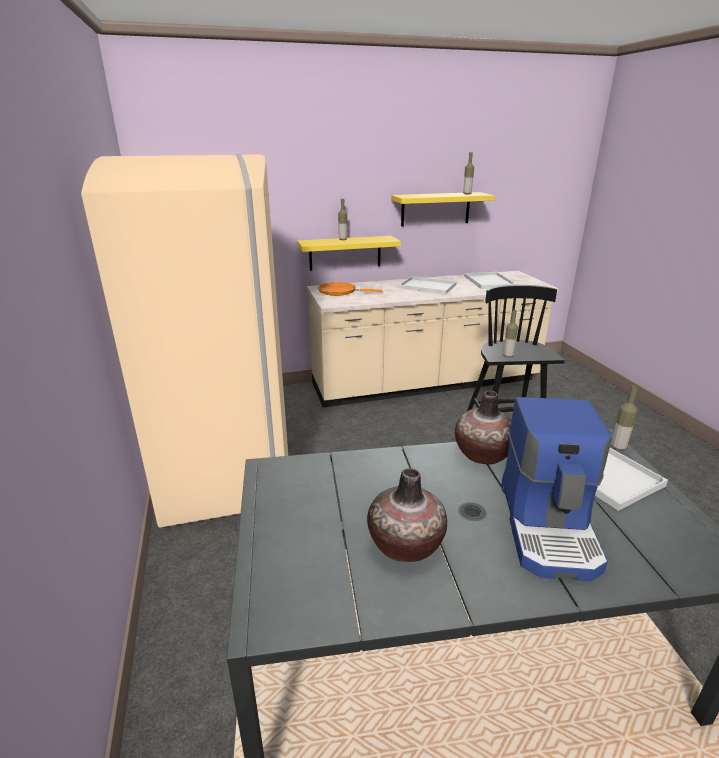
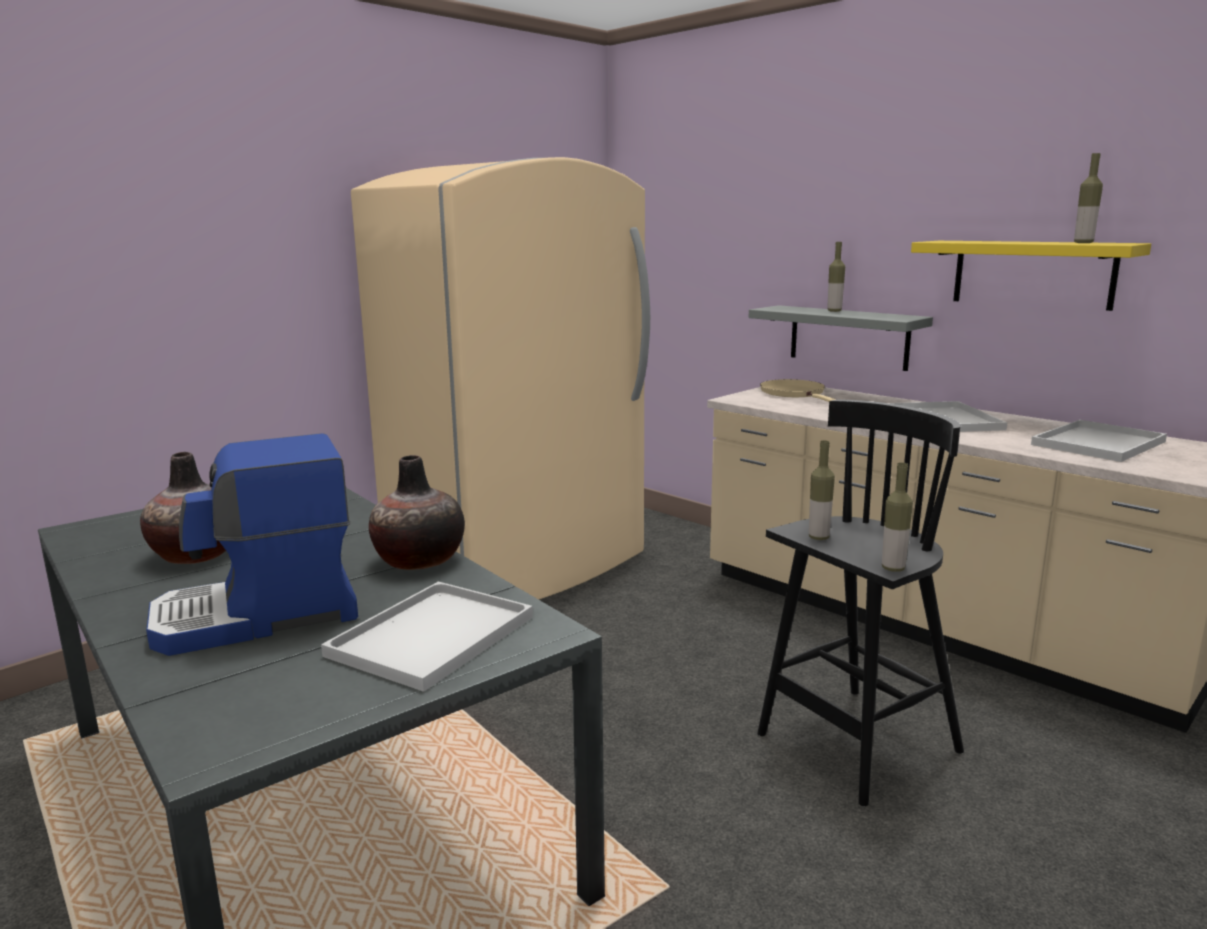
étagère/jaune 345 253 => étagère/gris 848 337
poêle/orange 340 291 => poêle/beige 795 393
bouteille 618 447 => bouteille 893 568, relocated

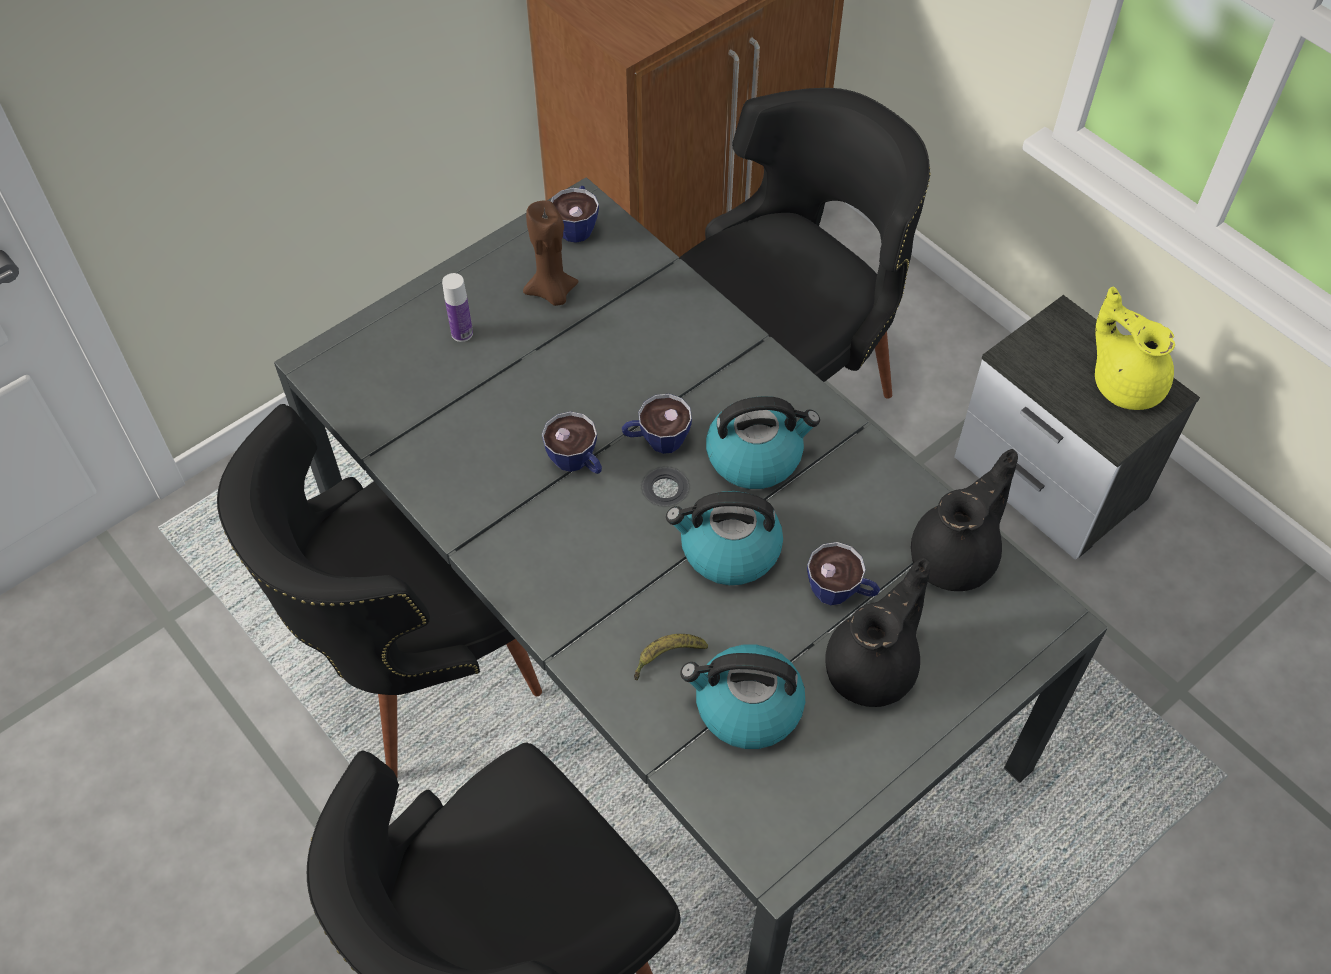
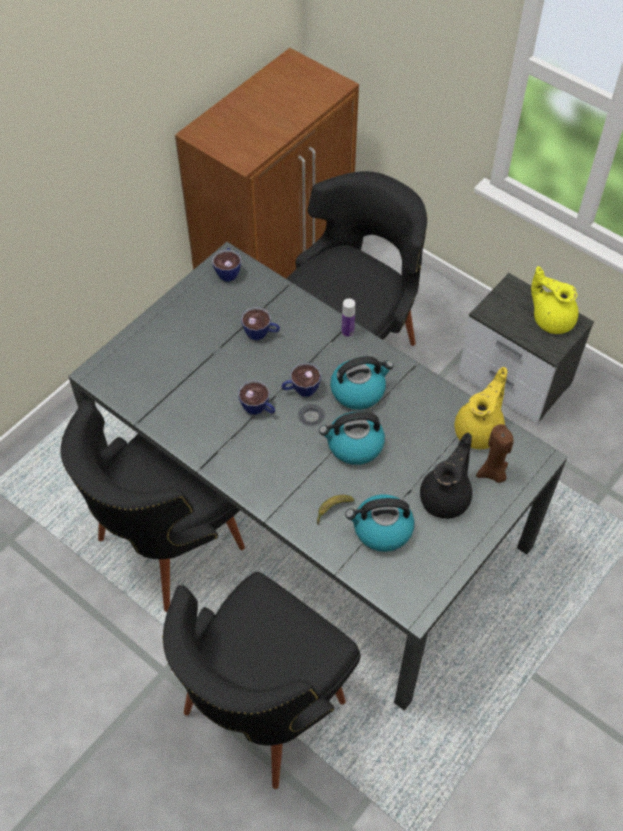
bouteille 462 333 => bouteille 347 332, relocated
bougie/marron 552 293 => bougie/marron 493 473, relocated
tasse 841 592 => tasse 261 333, relocated
théière/noir 956 556 => théière/jaune 480 430

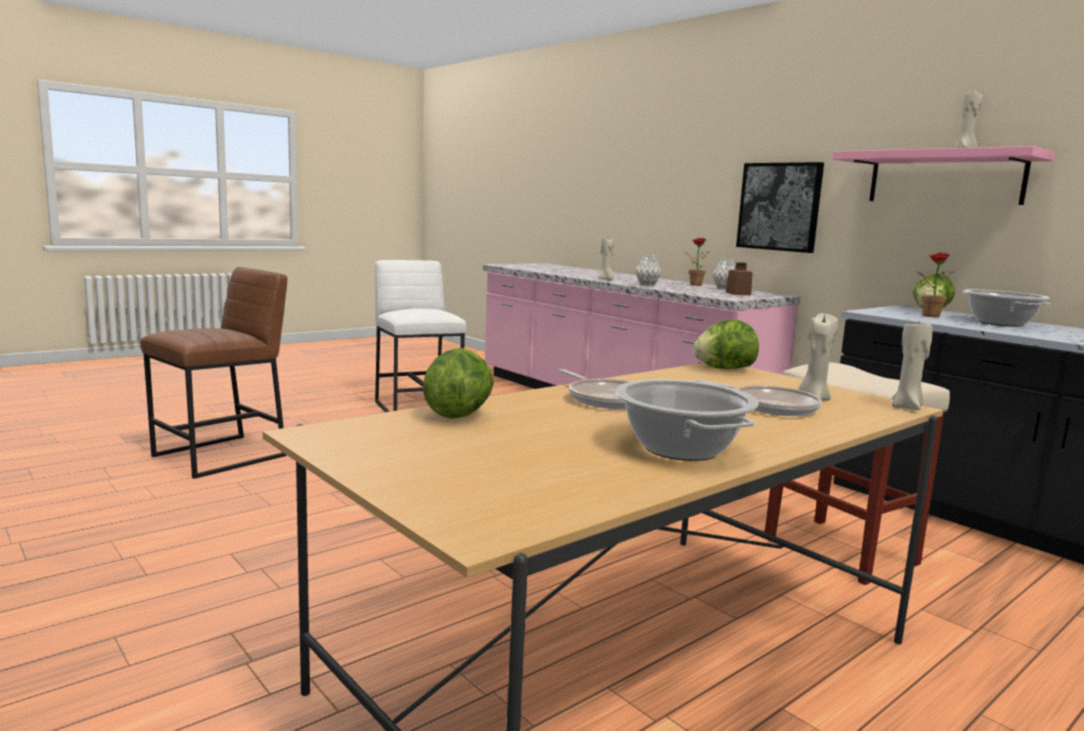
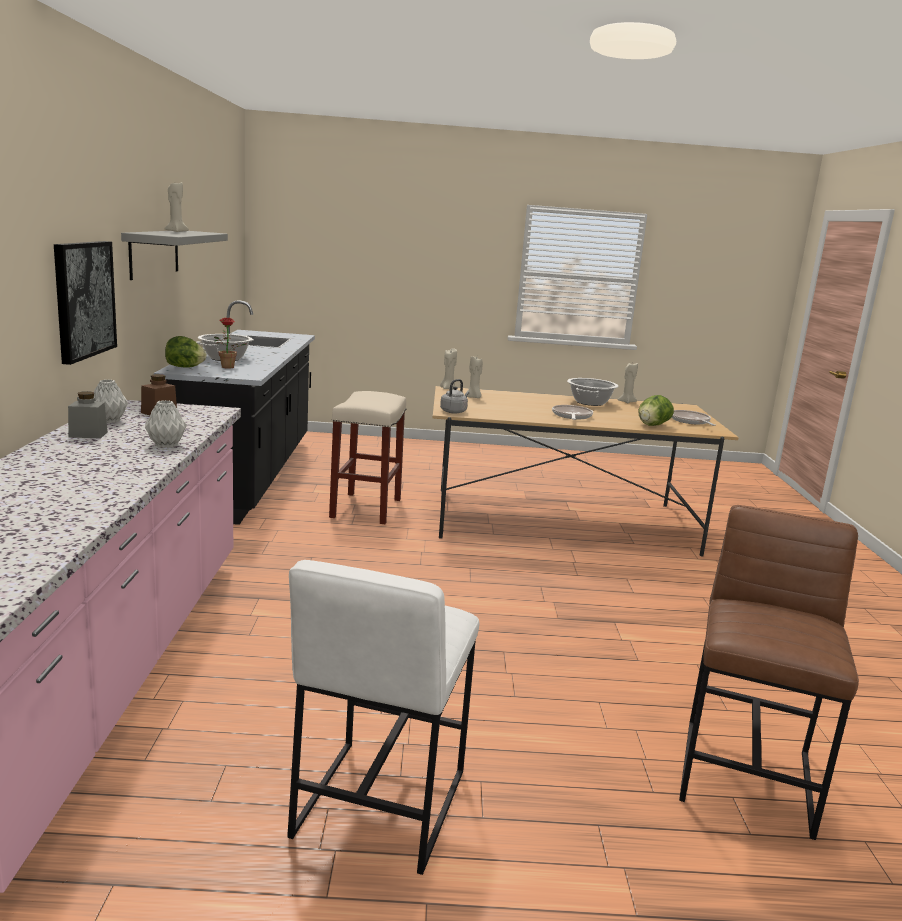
chaise/marron 222 455 => chaise/marron 746 774, 120 degrees clockwise
bougie/beige 605 279 => bougie/beige 626 402, relocated
plante en pot 693 285 => bocal/gris 88 434
laitue 724 369 => bouilloire/gris 454 411
poêle 769 406 => poêle 690 421, relocated
étagère/rose 945 178 => étagère/gris 154 253

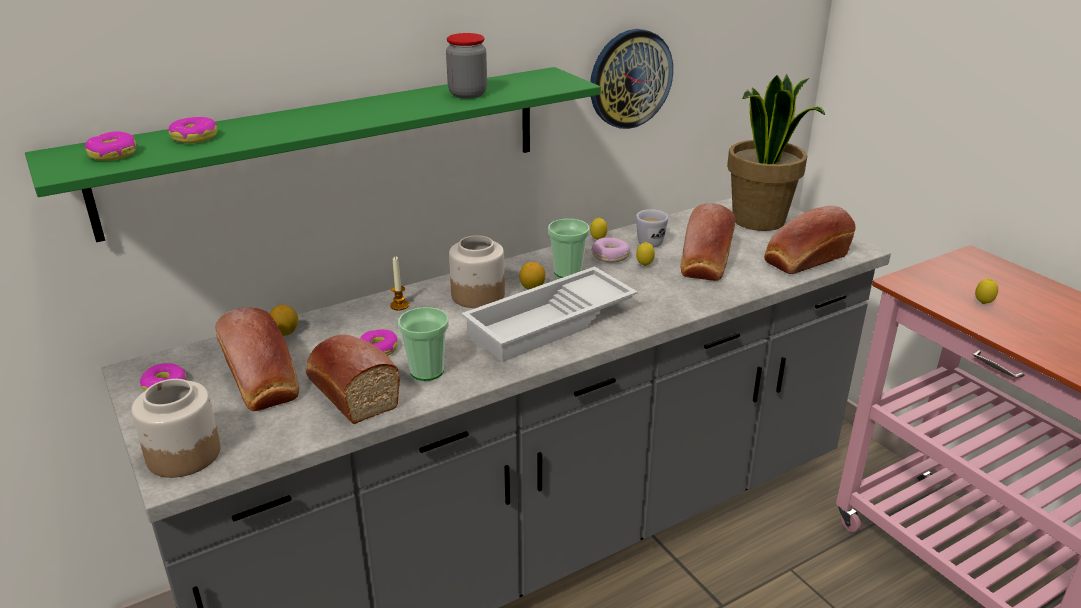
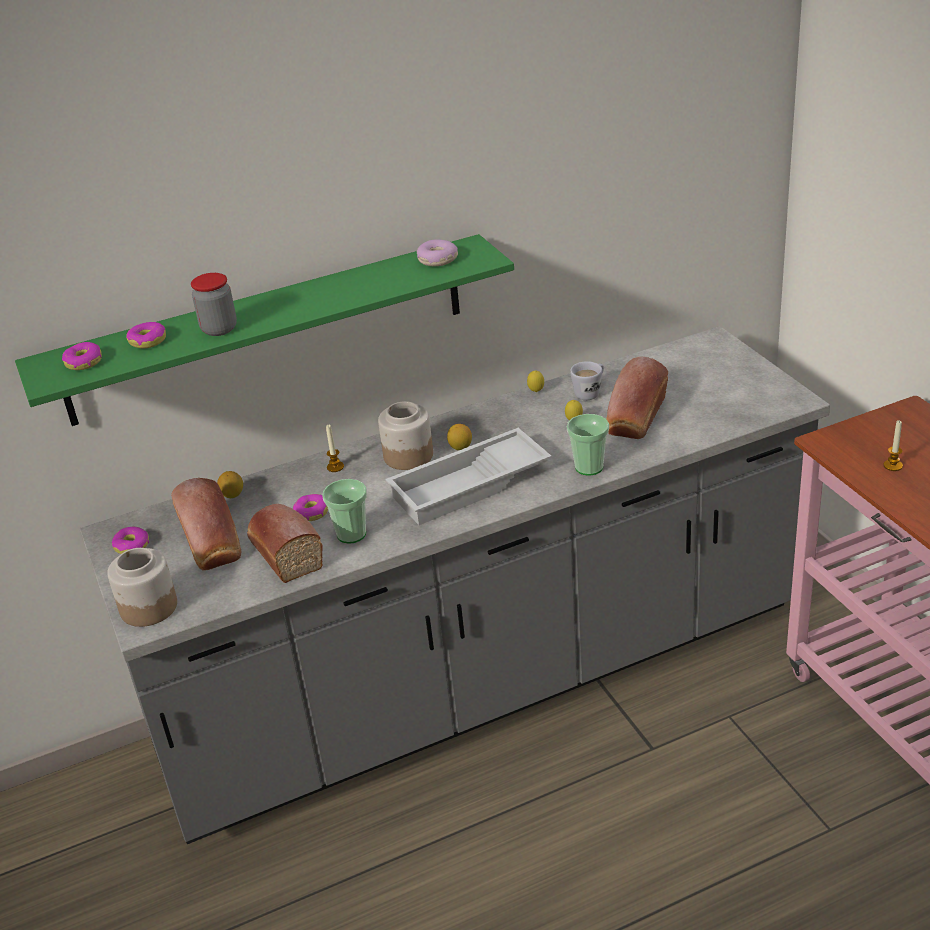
bocal 467 94 => bocal 219 329, relocated
tasse 568 272 => tasse 589 467, relocated
horloge murale 630 79 => nothing
beignet 610 256 => beignet 437 260, relocated
plante en pot 759 220 => nothing
pain 803 259 => nothing
citron 983 304 => bougie 893 466

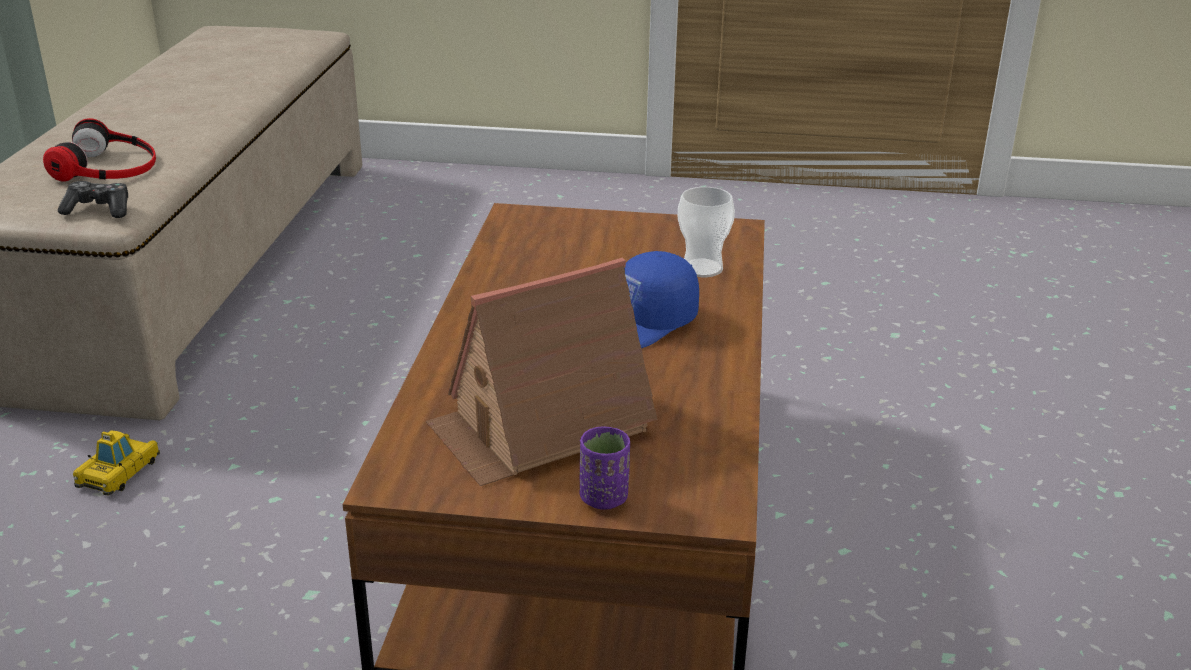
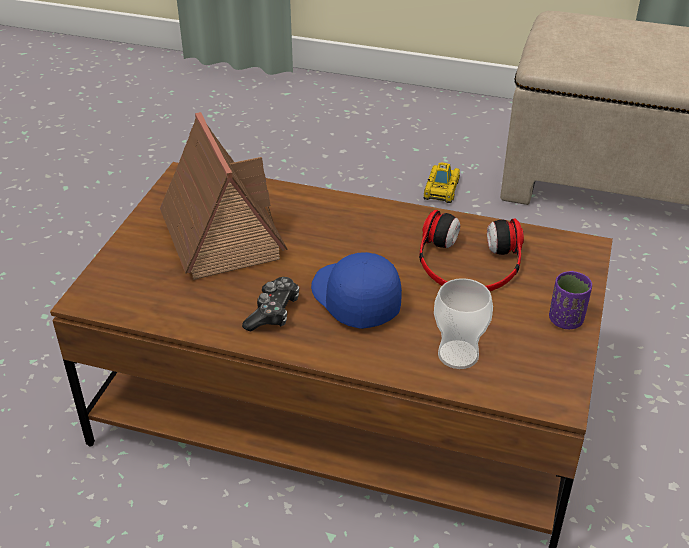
casque audio 108 166 => casque audio 469 263, relocated
manette 99 209 => manette 273 312, relocated
petite voiture 119 472 => petite voiture 441 189, 105 degrees counterclockwise
tasse/violet 604 498 => tasse/violet 565 320, relocated

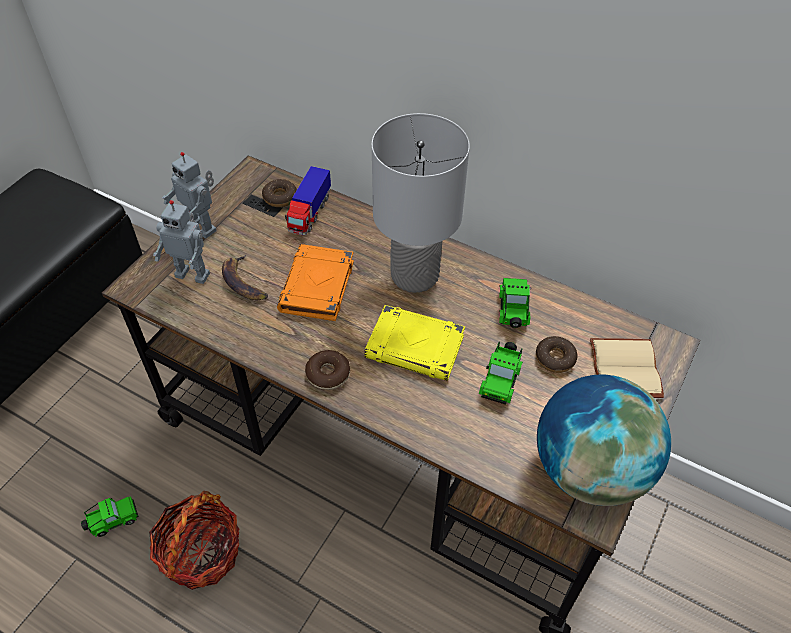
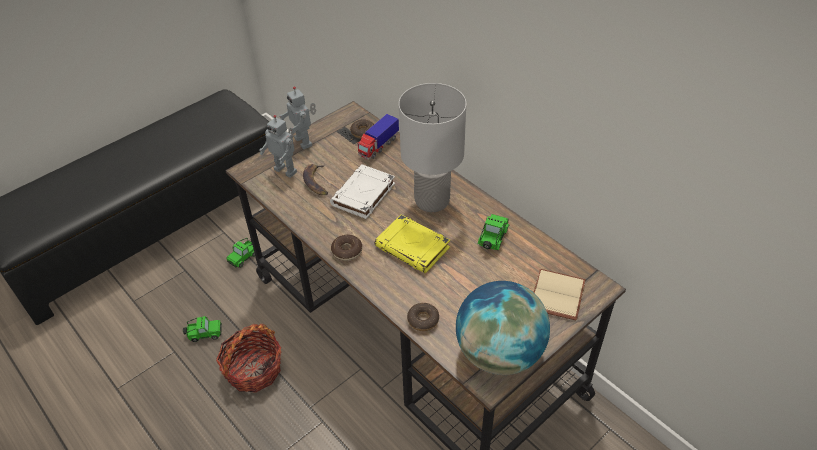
livre/orange 317 287 => livre/blanc 363 195
petite voiture 501 379 => petite voiture 244 257, relocated
beignet 555 358 => beignet 423 320, relocated

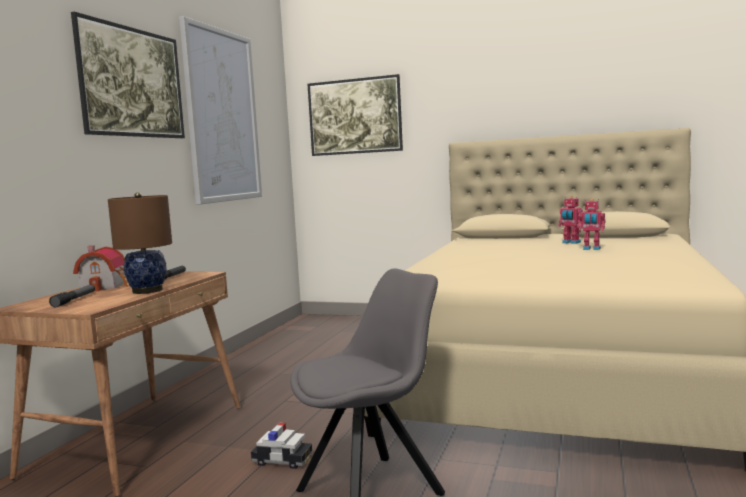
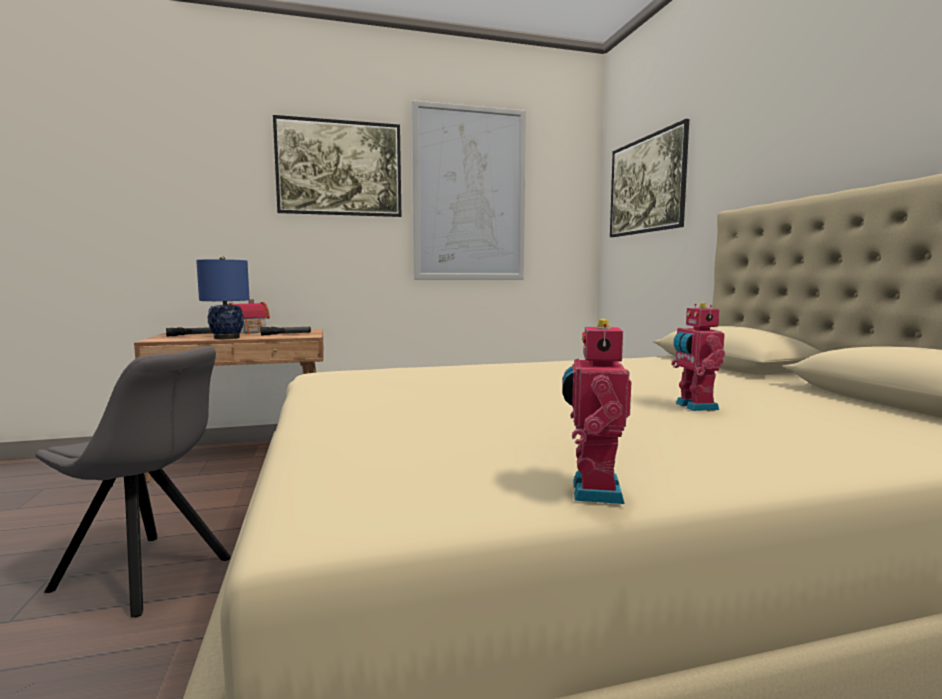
lampe de table/marron 147 291 => lampe de table/bleu 226 338
petite voiture 282 460 => nothing
robot jouet 571 242 => robot jouet 592 491, relocated

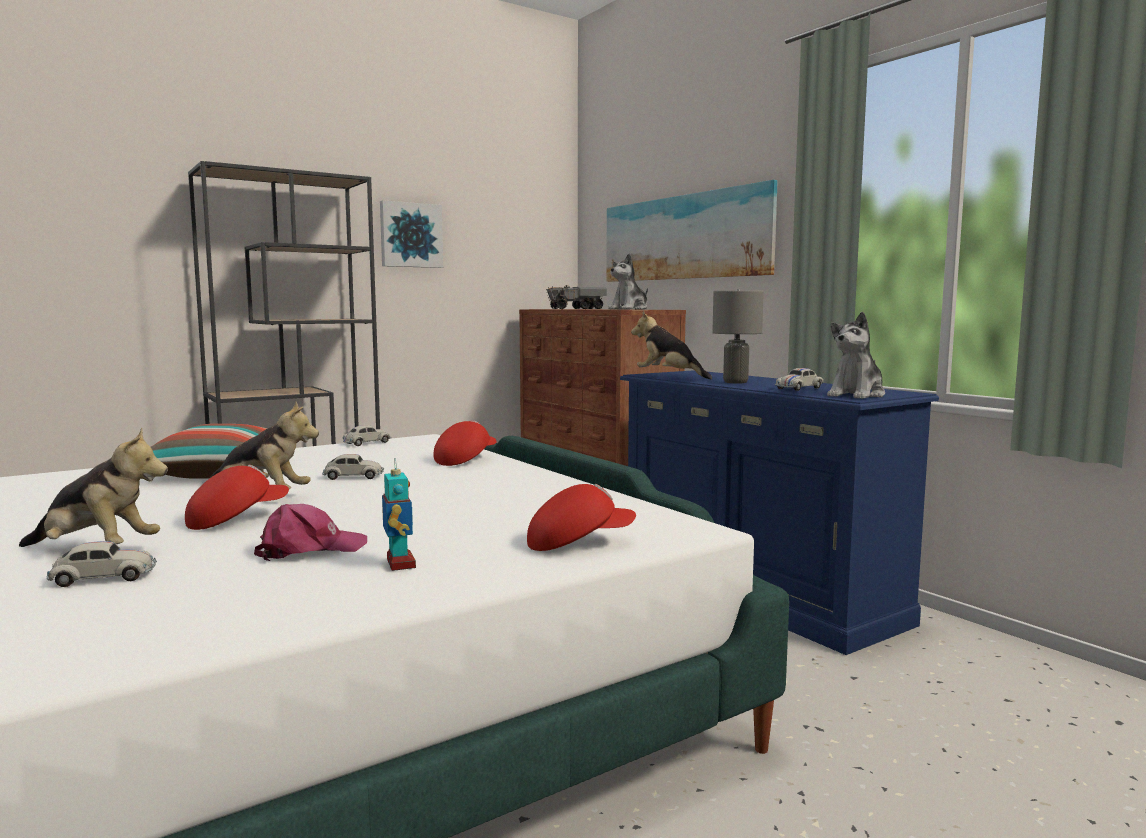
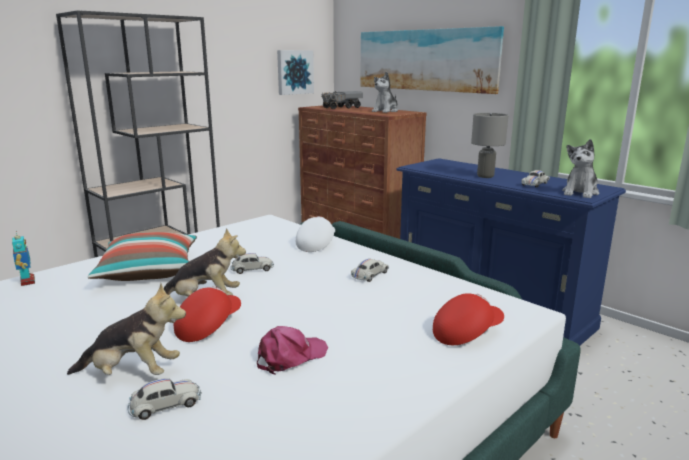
petite voiture/blanc 367 443 => petite voiture/blanc 370 275, relocated
tableau 410 235 => tableau 294 72, relocated
robot jouet 399 564 => robot jouet 27 281, relocated
casquette/rouge 465 460 => casquette/blanc 316 244
peluche 669 376 => nothing

